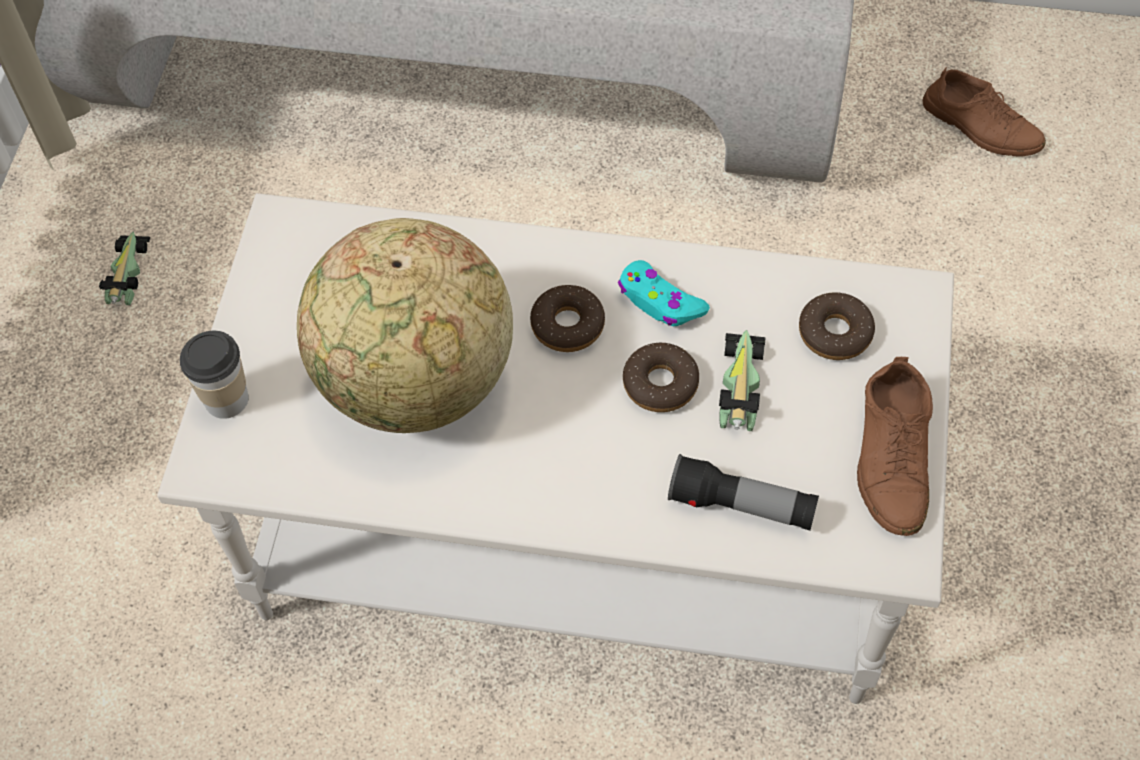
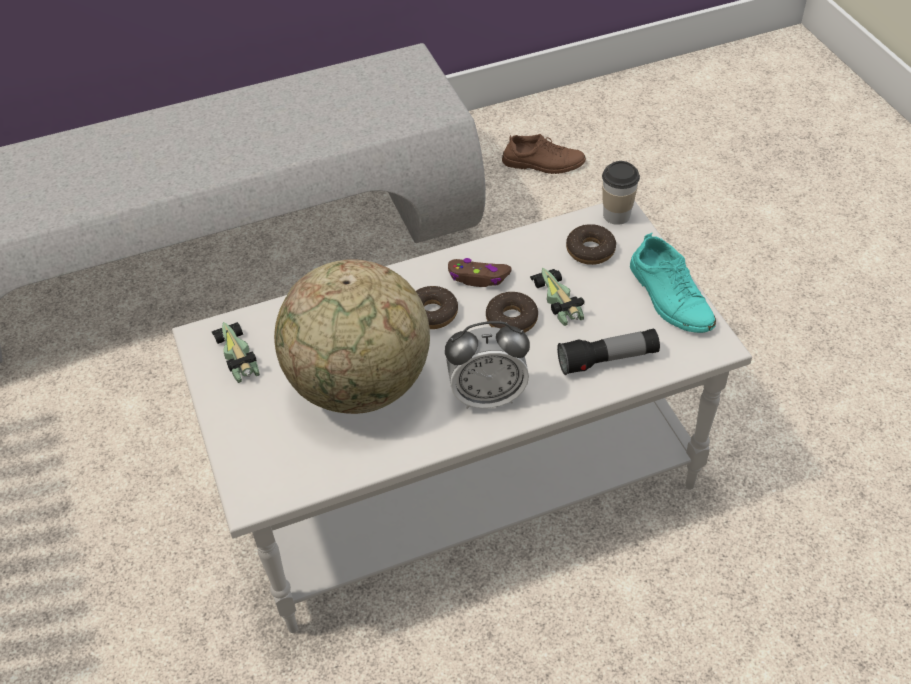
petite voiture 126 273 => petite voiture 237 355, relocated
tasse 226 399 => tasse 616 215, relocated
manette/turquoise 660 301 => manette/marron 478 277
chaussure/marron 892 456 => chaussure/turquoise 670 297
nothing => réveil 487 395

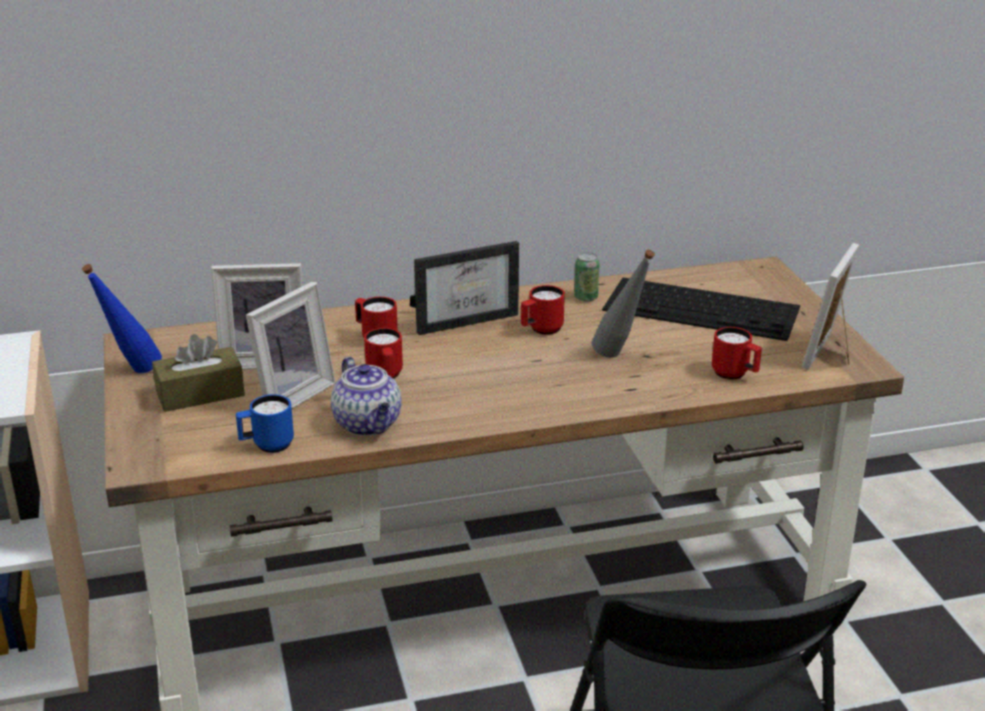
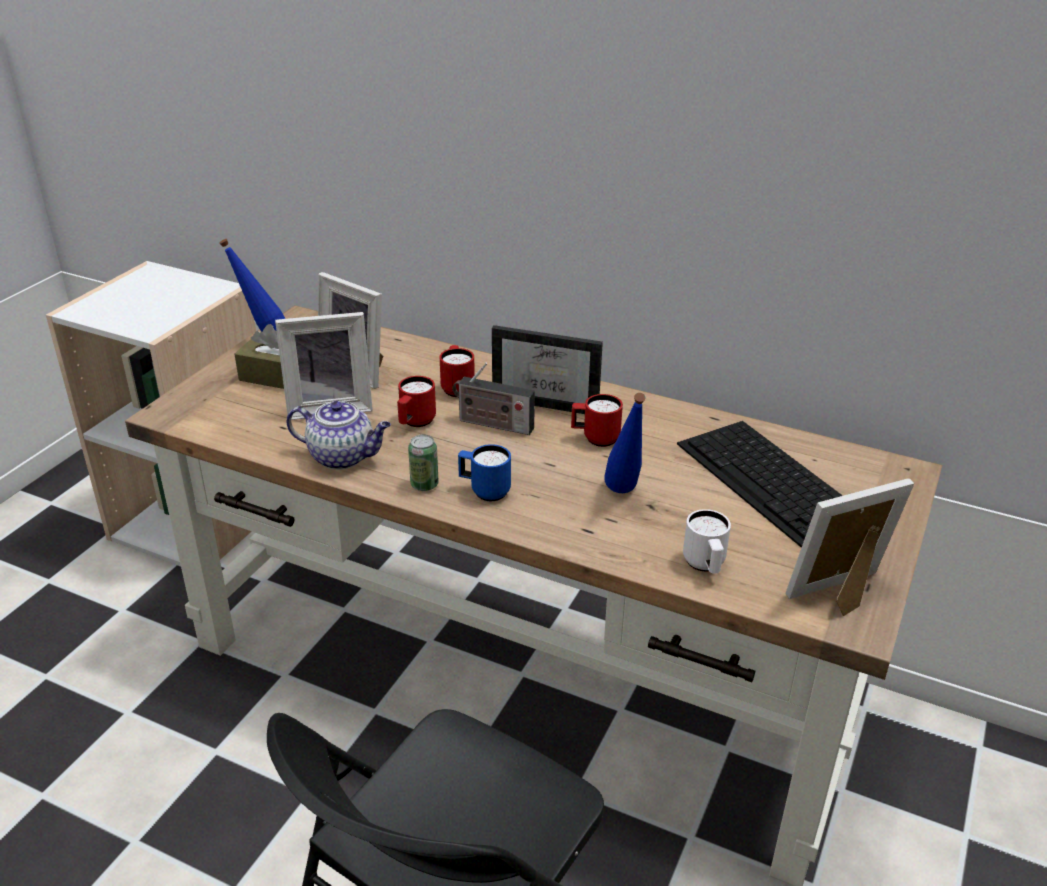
mug/bleu 267 446 => mug/bleu 484 491, relocated
théière 369 425 => théière 343 457, 90 degrees counterclockwise
boîte métallique 586 297 => boîte métallique 424 485, relocated
bouteille/gris 620 357 => bouteille/bleu 624 496
mug/rouge 735 375 => mug/blanc 705 566
nothing => radio 492 424

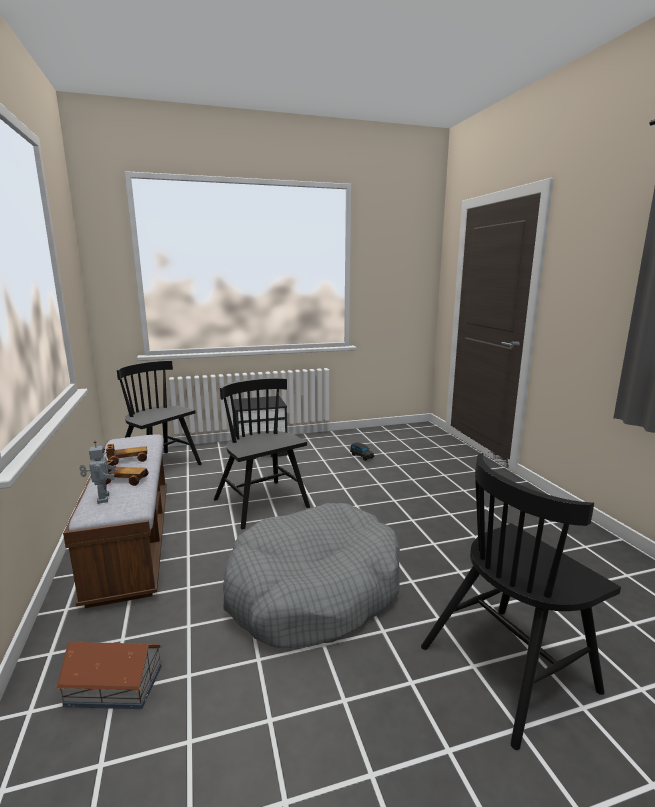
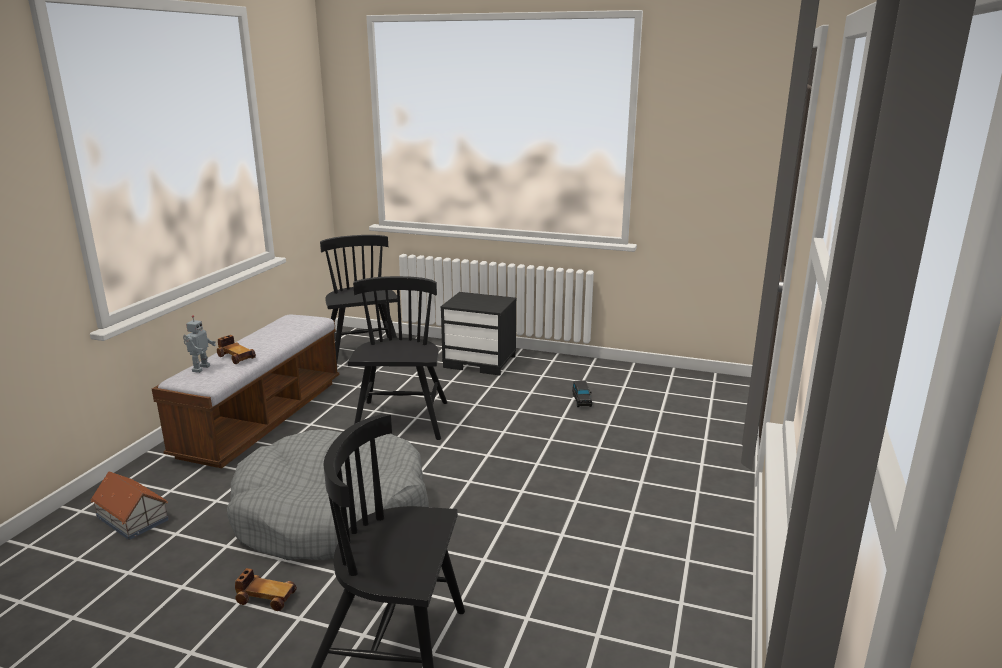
petite voiture 128 460 => petite voiture 266 597, relocated

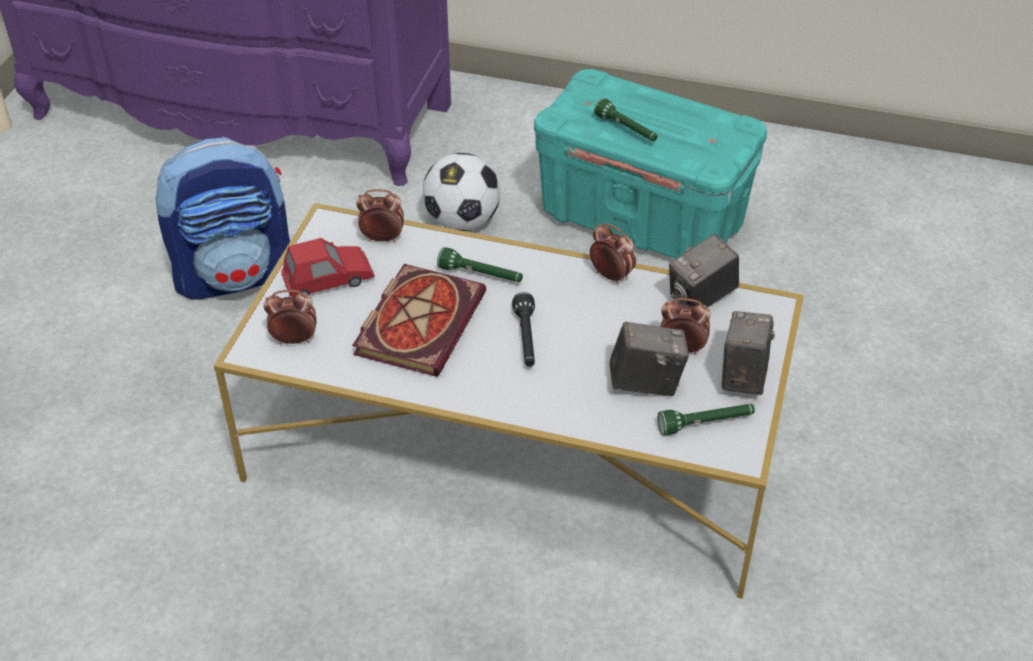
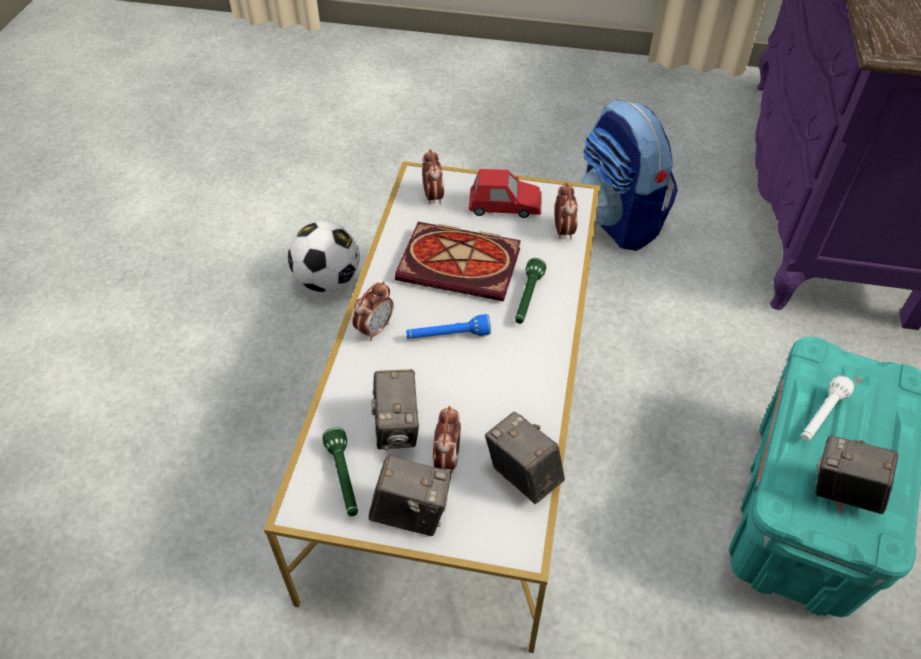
petite voiture/rouge 328 279 => petite voiture/rouge 505 206, 60 degrees counterclockwise
ballon de foot 462 221 => ballon de foot 328 281, relocated
lampe de poche/noir 526 339 => lampe de poche/bleu 448 336
réveil 611 275 => réveil 375 329, relocated
lampe de poche/vert 626 129 => lampe de poche/blanc 821 416
nothing => appareil photo 843 492

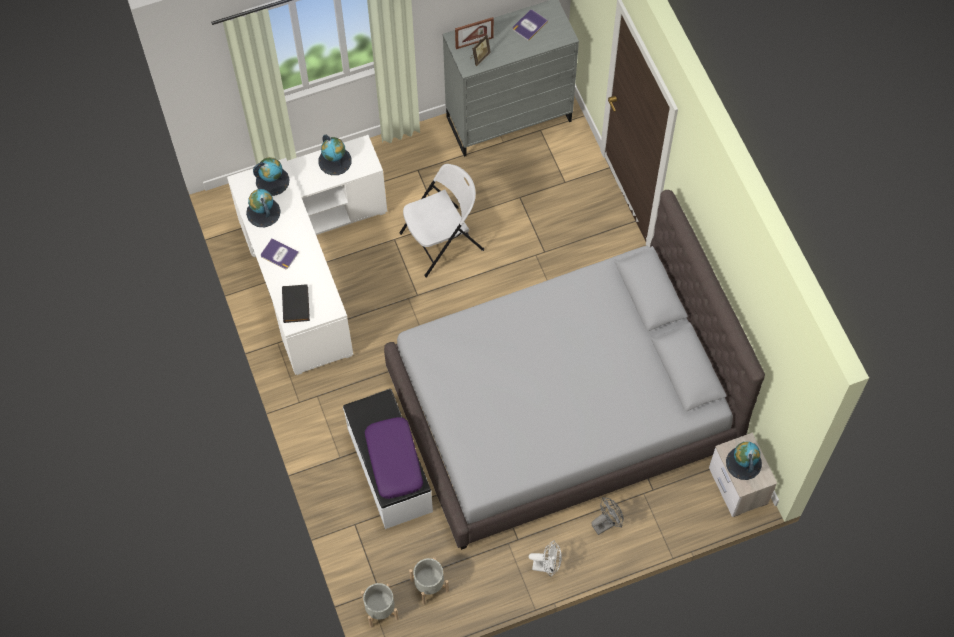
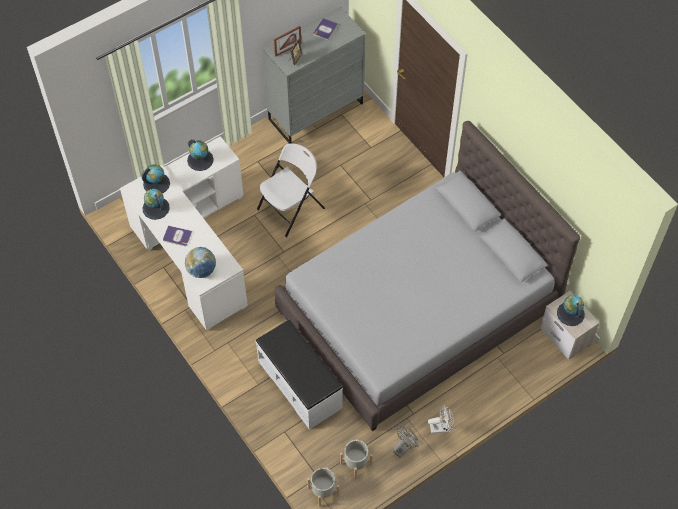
livre/noir 297 305 => globe 202 270
coussin/violet 394 461 => nothing
ventilateur/gris 606 523 => ventilateur/gris 403 447, relocated

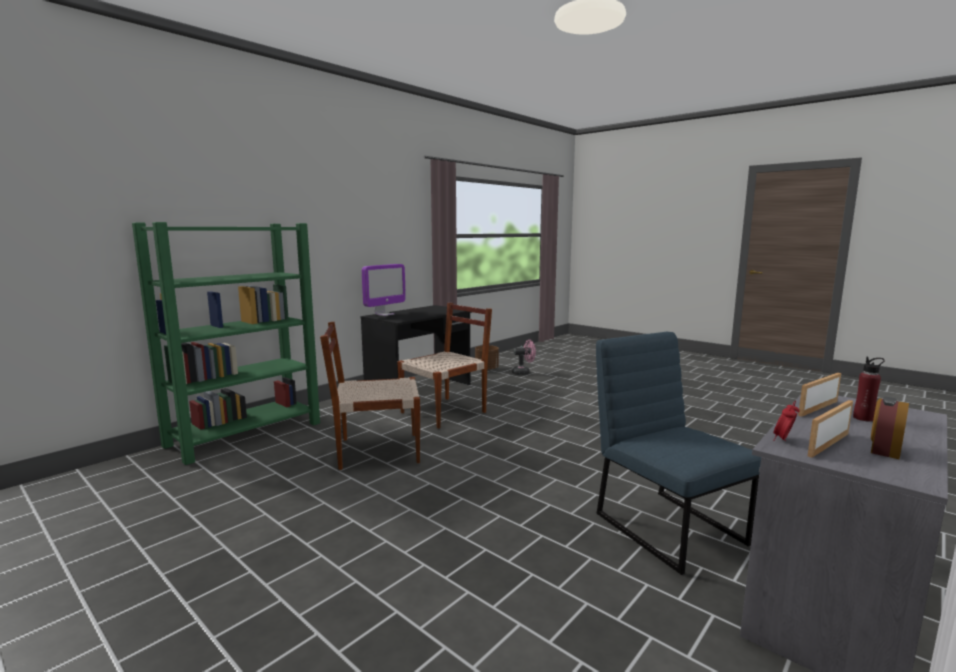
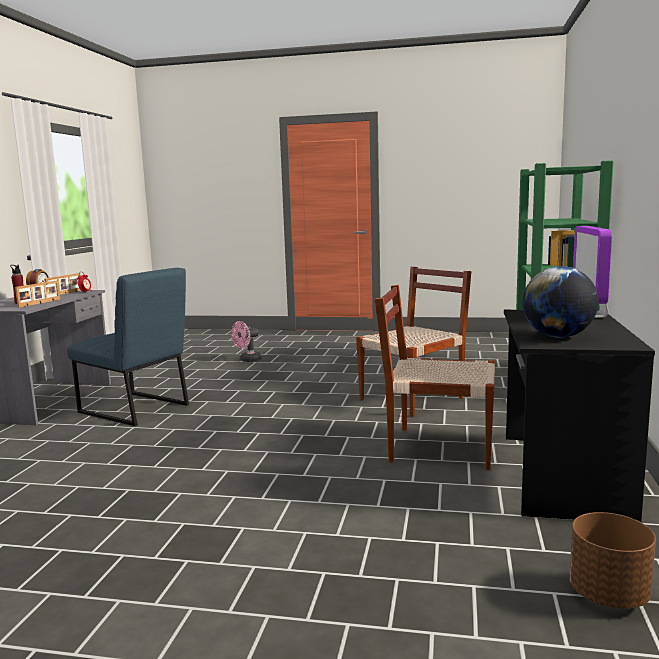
chaise 445 412 => chaise 438 448, 90 degrees clockwise
ventilateur/rose 524 372 => ventilateur/rose 247 360, relocated
nothing => globe 558 336

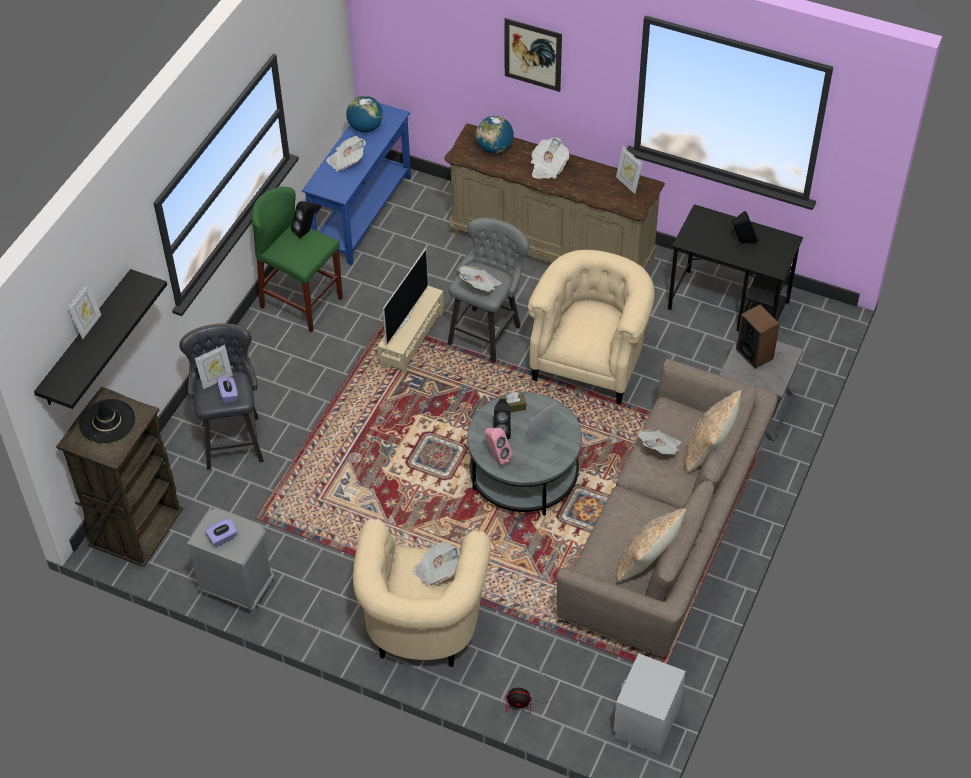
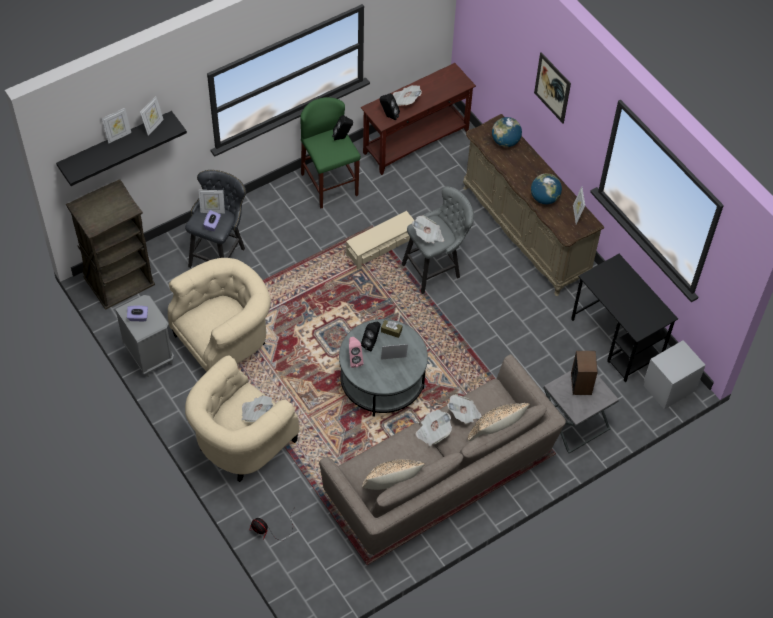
chapeau/noir 107 421 => nothing
table console/bleu 362 214 => table console/marron 416 142
globe 365 127 => globe 544 198, relocated
téléviseur 404 318 => nothing
fauteuil/beige 591 359 => fauteuil/beige 225 341, relocated
journal 547 167 => journal 433 432, relocated
table de chevet/gris 647 721 => table de chevet/gris 669 387, relocated
enceinte/noir 743 242 => enceinte/noir 388 116, relocated
nothing => cadre photo 153 126

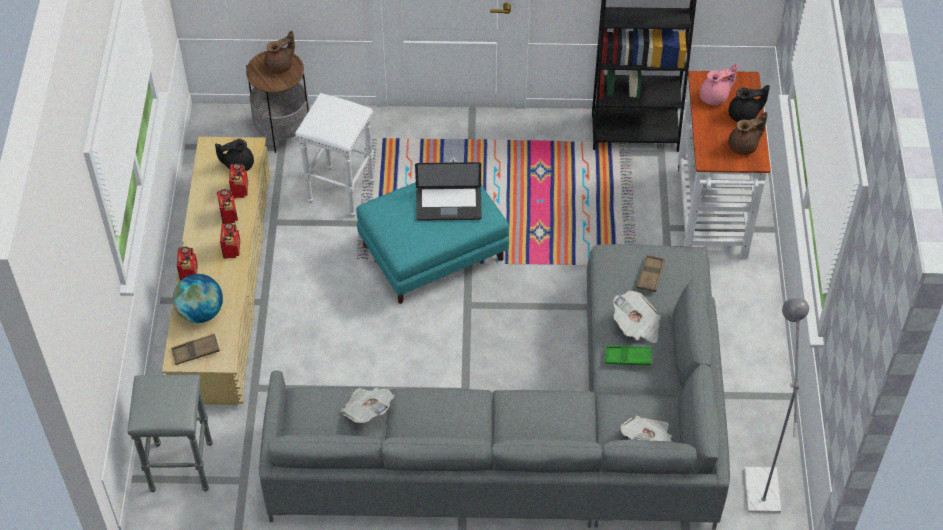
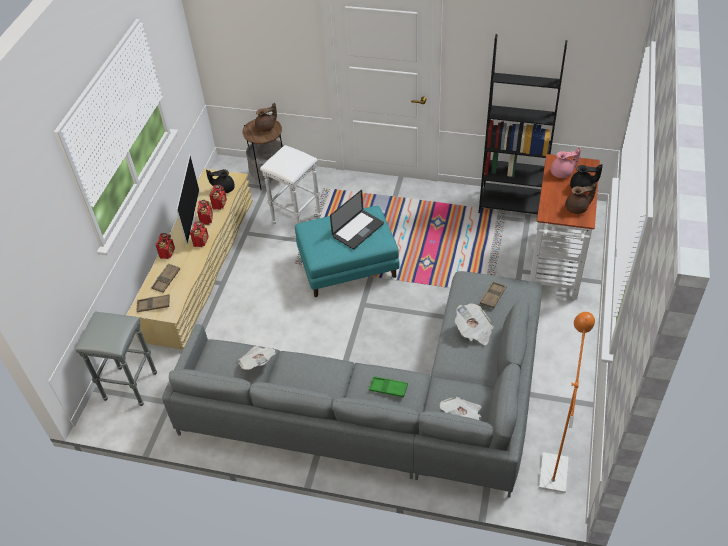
globe 201 312 => plateau/marron 166 280
ordinateur portable 448 205 => ordinateur portable 358 230, 60 degrees counterclockwise
plateau/vert 628 357 => plateau/vert 388 388, relocated
lampadaire/gris 760 481 => lampadaire/orange 554 465
nothing => téléviseur 191 221

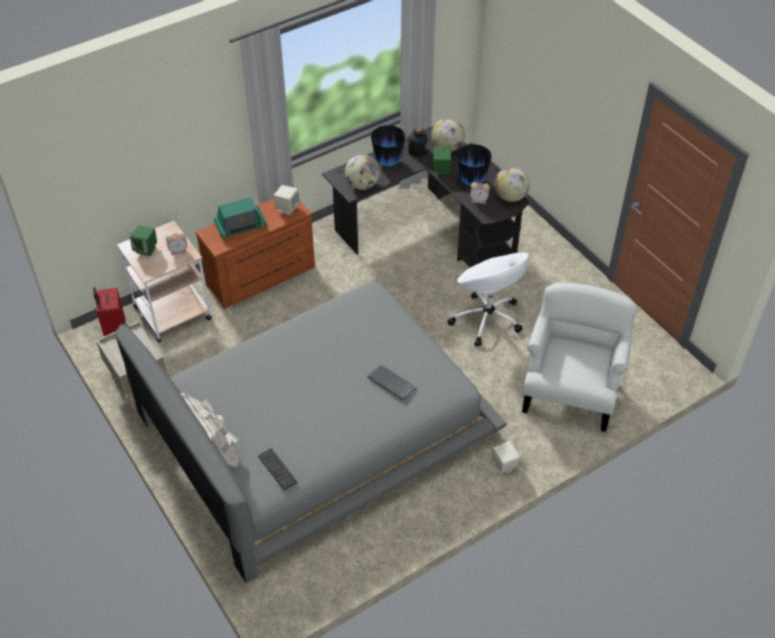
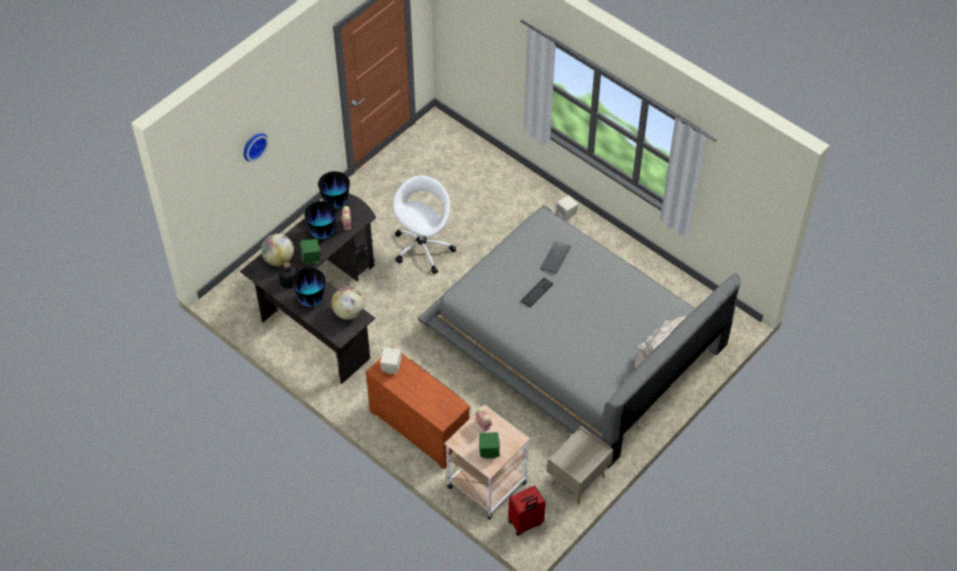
radio 240 226 => nothing
clavier 277 469 => clavier 537 292, relocated
globe 510 197 => vase 336 203
fauteuil/blanc 570 390 => nothing
nothing => horloge murale 253 145

